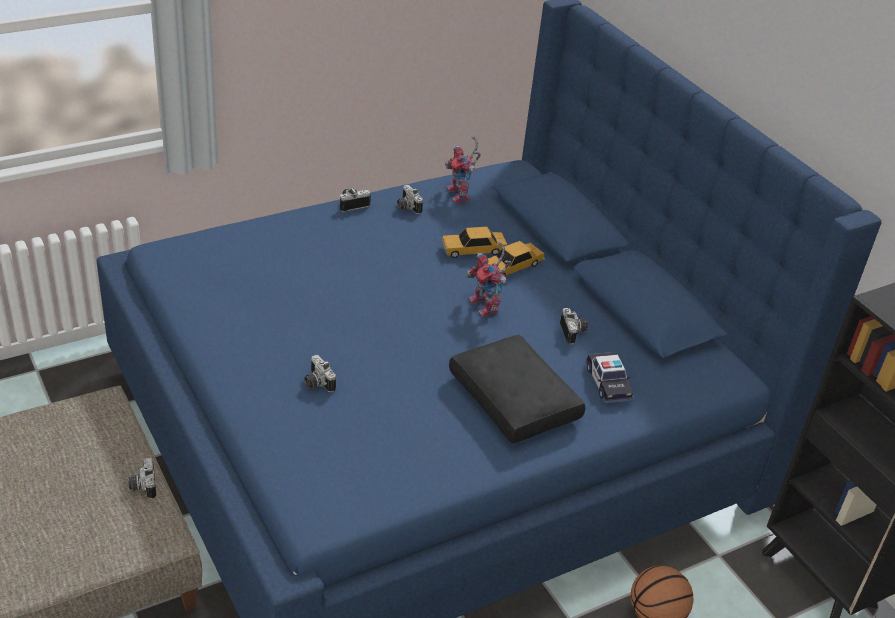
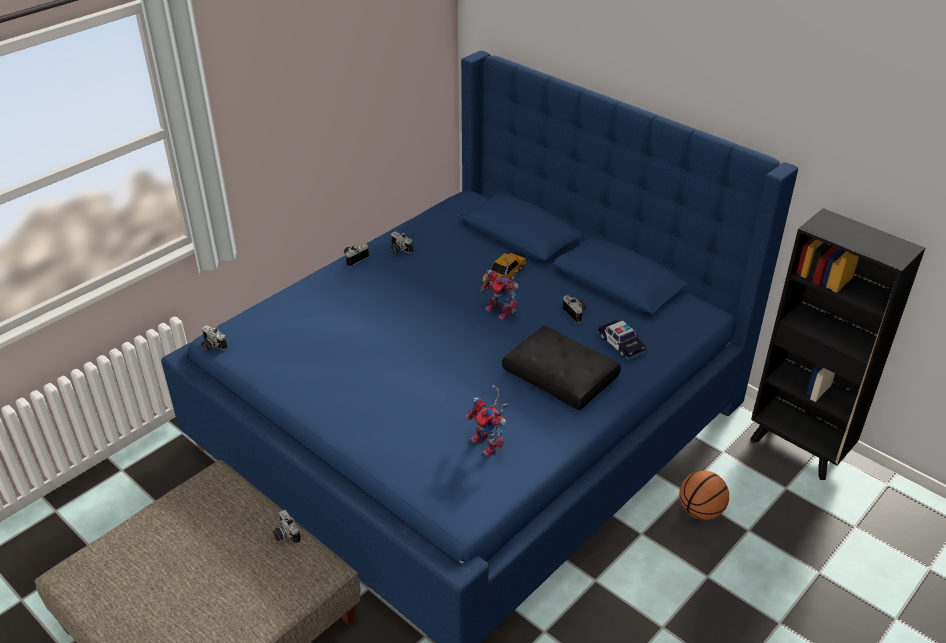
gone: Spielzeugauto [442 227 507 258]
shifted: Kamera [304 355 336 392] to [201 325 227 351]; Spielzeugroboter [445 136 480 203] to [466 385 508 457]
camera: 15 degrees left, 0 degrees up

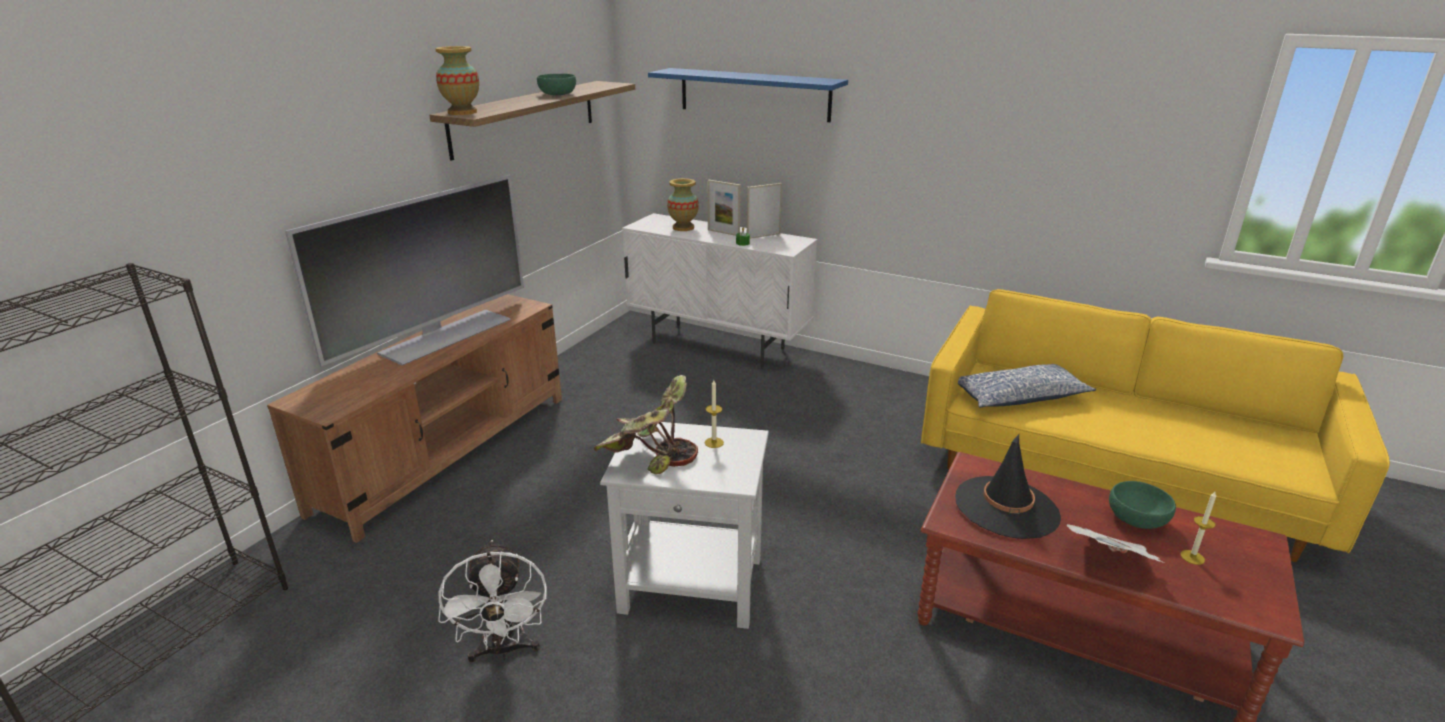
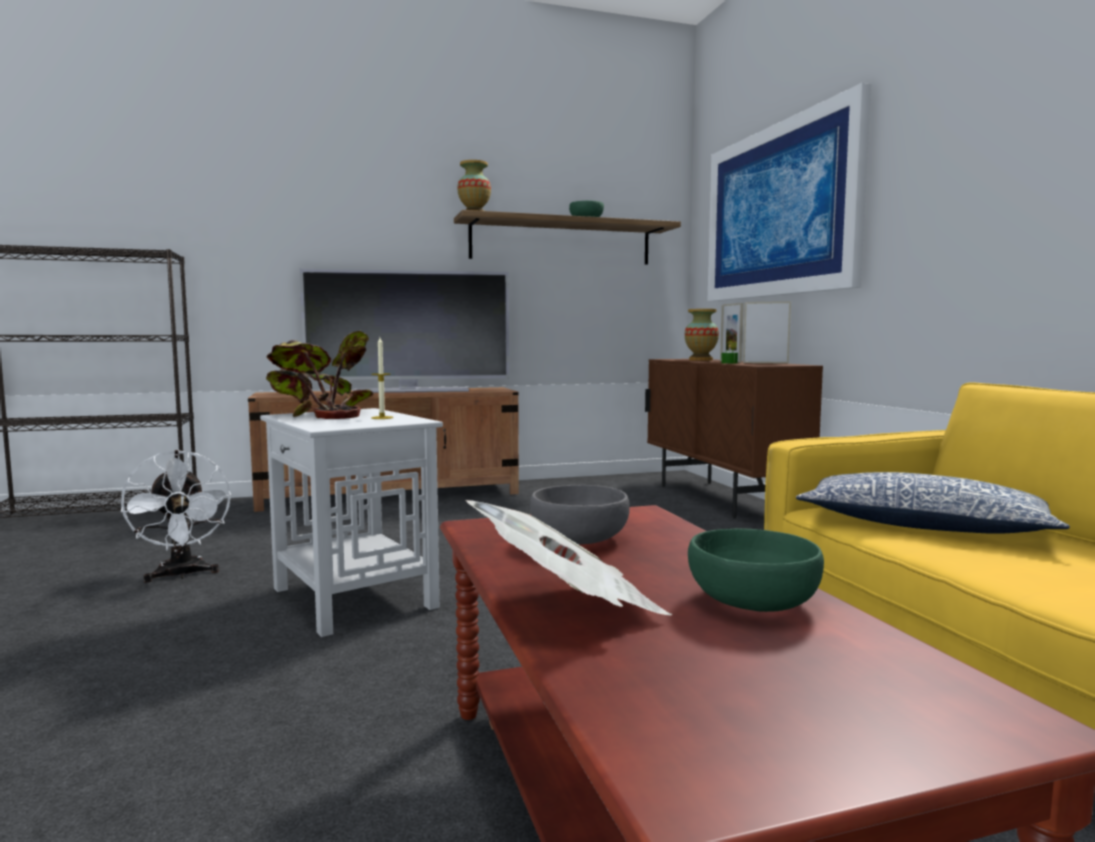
gone: Kerze [1181 492 1216 565]
swapped: Wandregal/blau [648 68 848 122] to Bild [707 83 871 301]; Hut/schwarz [955 434 1061 539] to Schüssel/grau [530 485 630 544]
repainted: Schrank/weiß [622 213 818 369] to Schrank/braun [645 359 823 519]
rotated: Ventilator/weiß [438 540 547 662] = [121 450 231 583] 60 degrees counterclockwise
camera: 45 degrees right, 20 degrees down

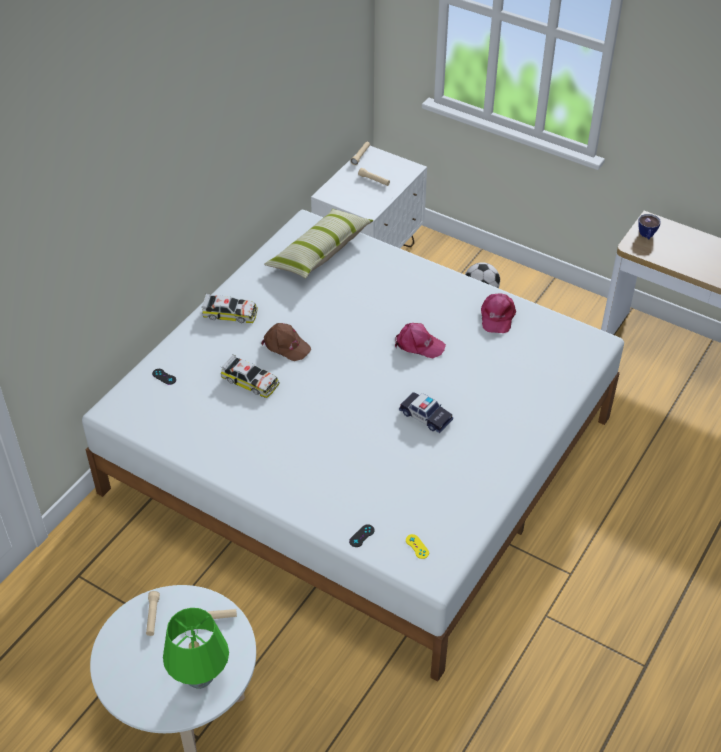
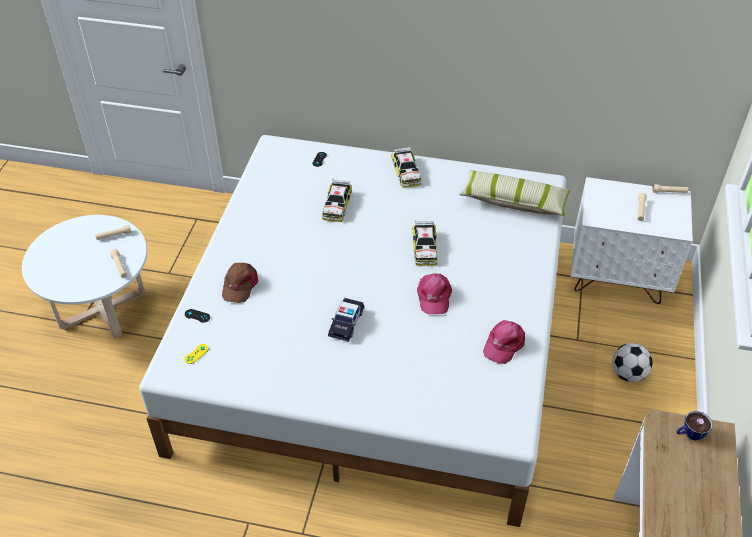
gone: Tischlampe/grün [163 608 229 689]
new: Spielzeugauto [413 220 437 266]
shifted: Kappe/braun [261 323 311 361] to [222 263 258 303]
rotated: Kappe/rosa [481 293 516 333] = [483 320 525 364] 45 degrees counterclockwise
camera: 70 degrees right, 0 degrees up

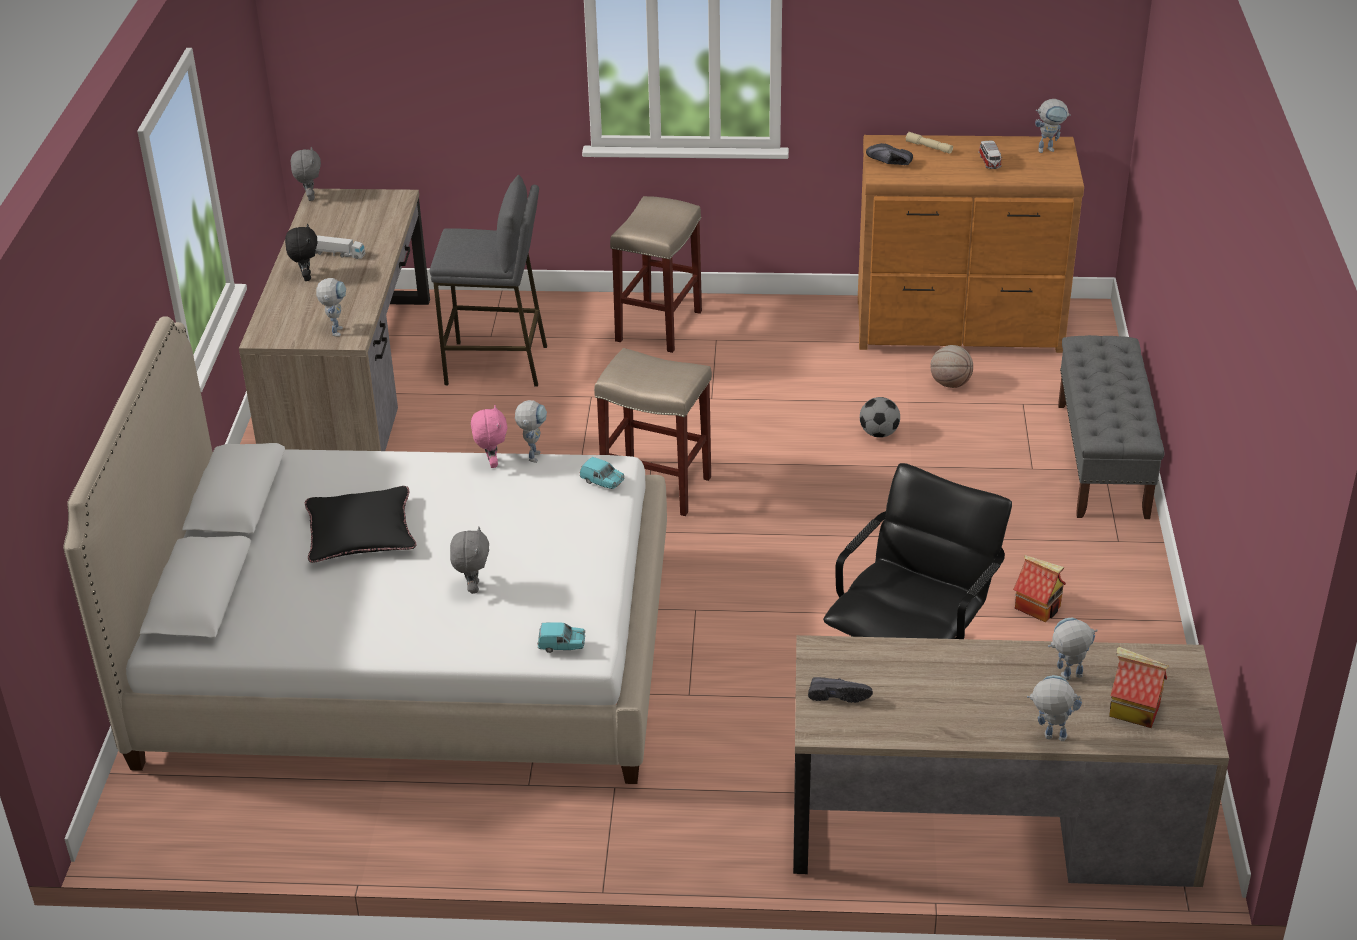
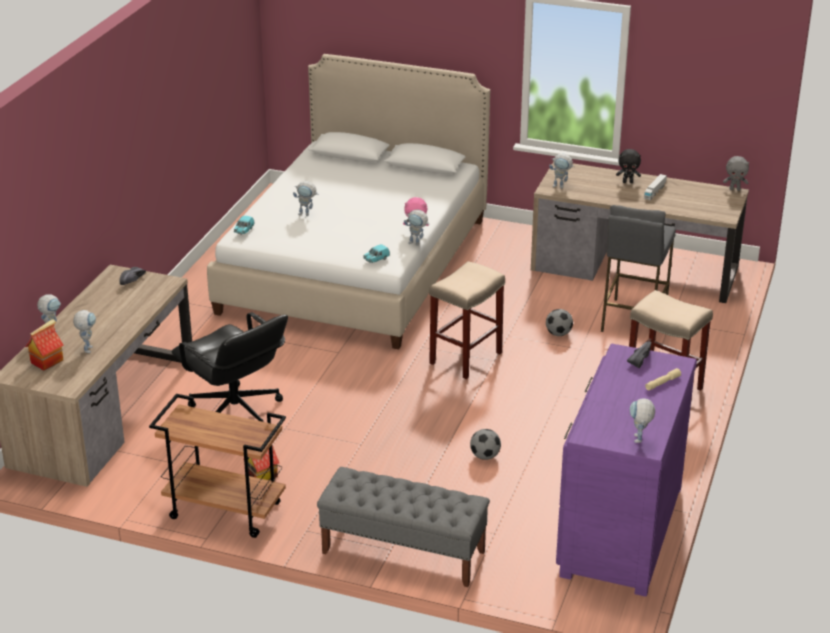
gone: Kissen/schwarz [305 486 416 563]; Basketball [931 345 973 388]; Spielzeugauto [978 140 1002 169]
new: Rollwagen/braun [149 394 286 538]; Fußball [546 309 573 336]
swapped: Plüschtier/grau [450 527 489 594] to Spielzeugroboter [293 181 318 216]
repainted: Kommode/braun [858 135 1084 353] to Kommode/lila [556 343 697 597]
camera: 105 degrees right, 5 degrees down

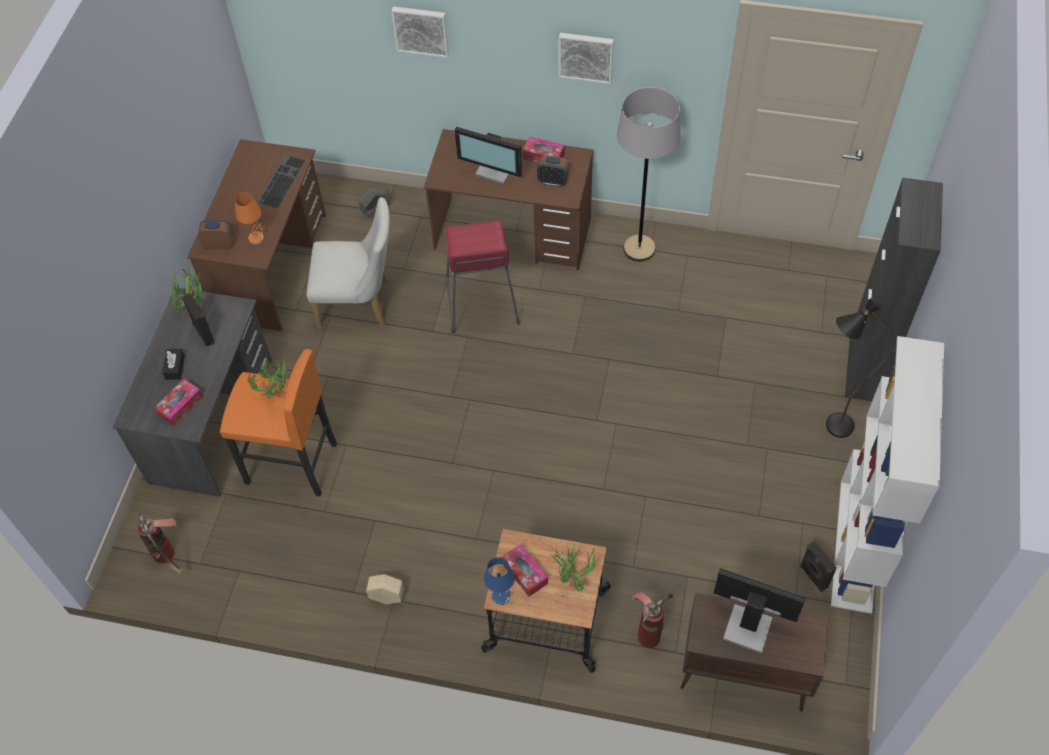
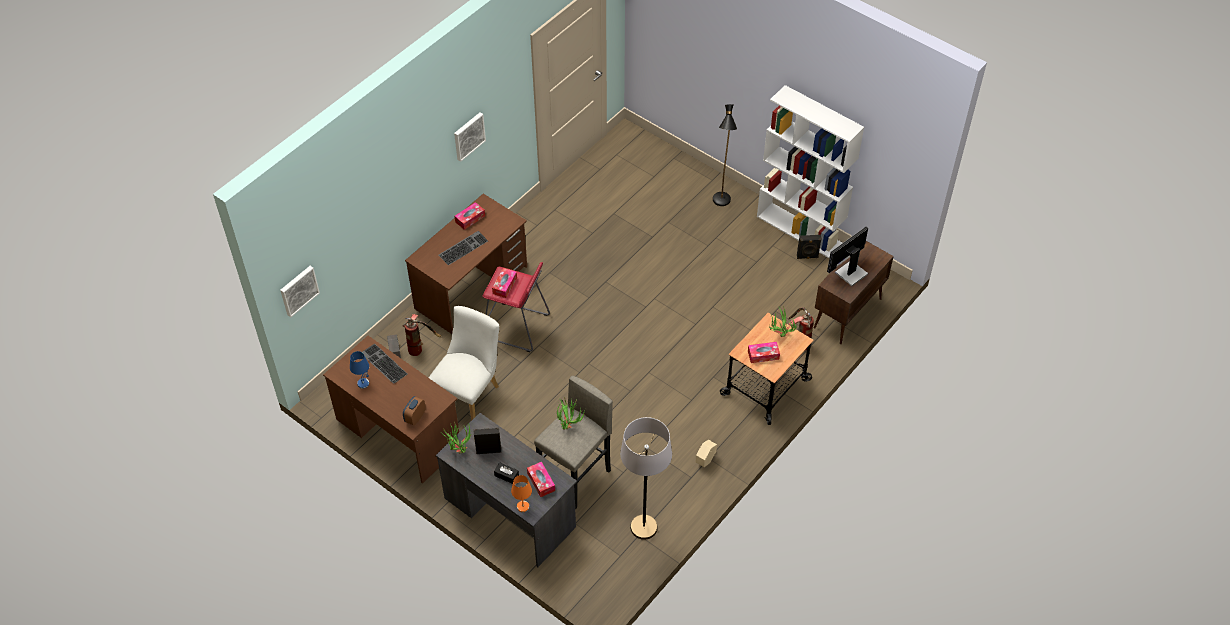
gone: Wecker [537 155 569 187]; Schrank/schwarz [845 178 943 401]
new: Taschentuchbox [492 268 517 298]
shifted: Feuerlöscher [137 513 182 574] to [402 314 441 356]; Tischlampe/orange [235 192 264 244] to [511 475 532 512]; Bild [391 6 449 58] to [280 266 320 317]; Tischlampe/blau [484 557 515 605] to [350 351 369 389]; Stehlampe/grau [617 87 681 262] to [620 417 672 540]
swapped: Monitor [455 126 522 184] to Tastatur [439 231 488 265]
repainted: Hocker/orange [220 349 337 497] to Hocker/grau [534 375 613 509]
camera: 65 degrees left, 5 degrees down

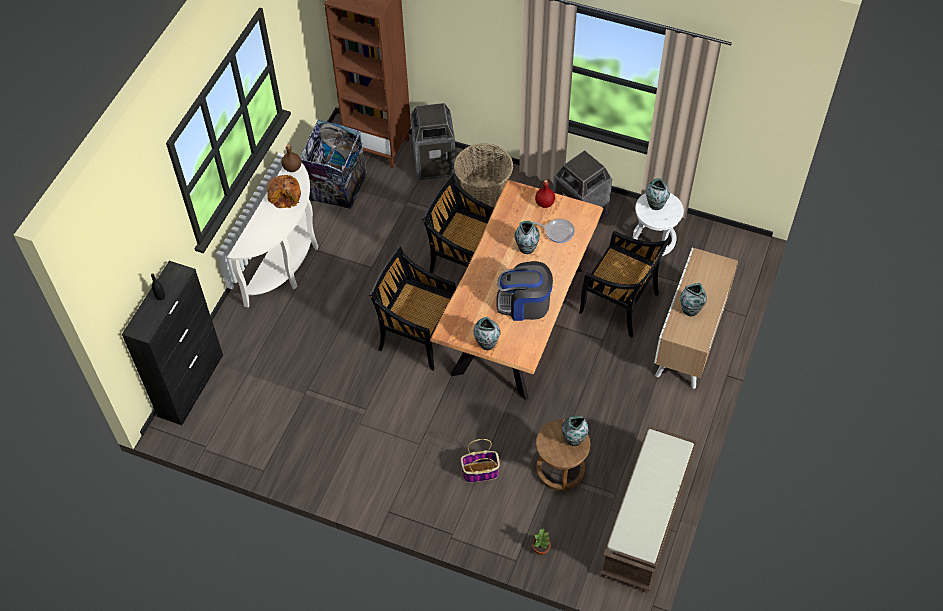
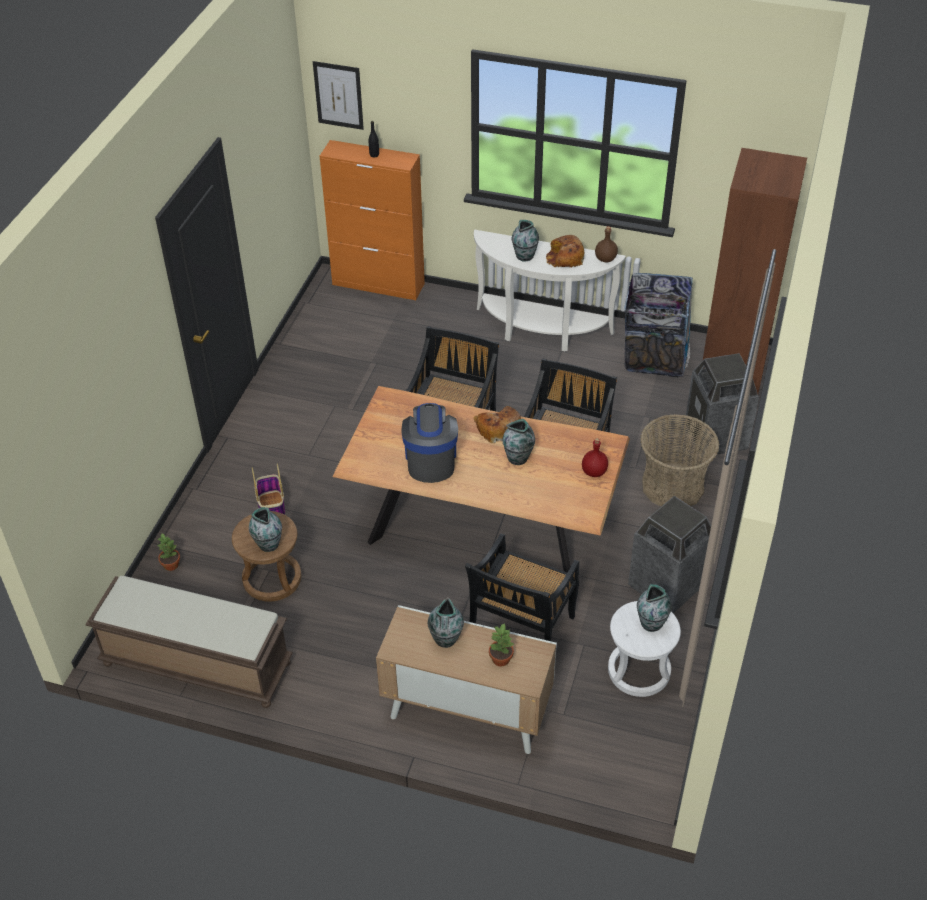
gone: Pfanne [532 219 575 243]
new: Bild [313 61 364 130]; Brot [474 406 521 443]; Topfpflanze [489 623 514 667]
shifted: Vase [473 317 500 350] to [512 220 539 262]
repainted: Schrank/schwarz [122 261 223 425] to Schrank/orange [319 140 425 300]
camera: 85 degrees right, 10 degrees down

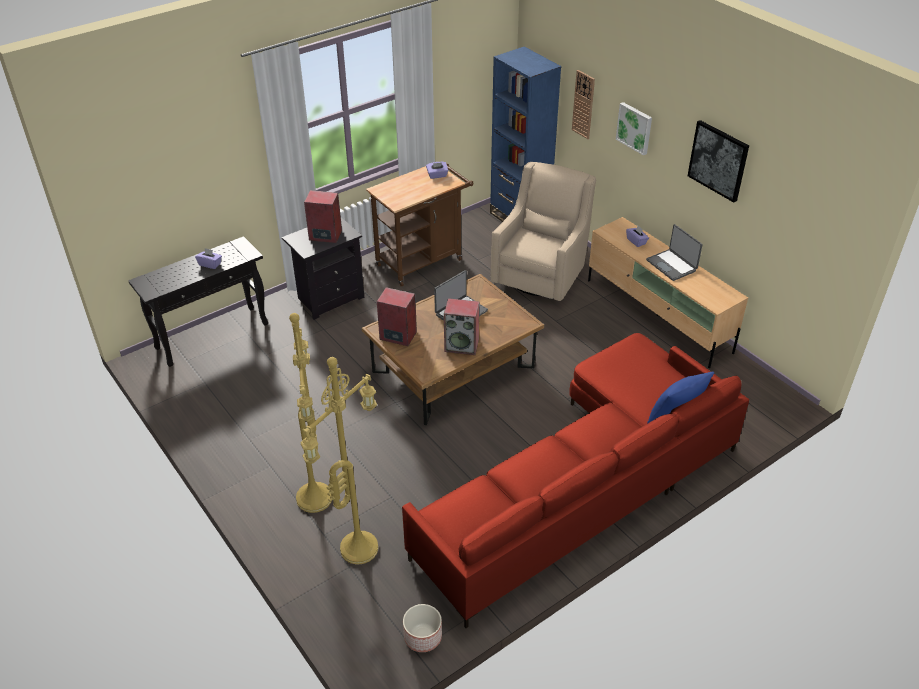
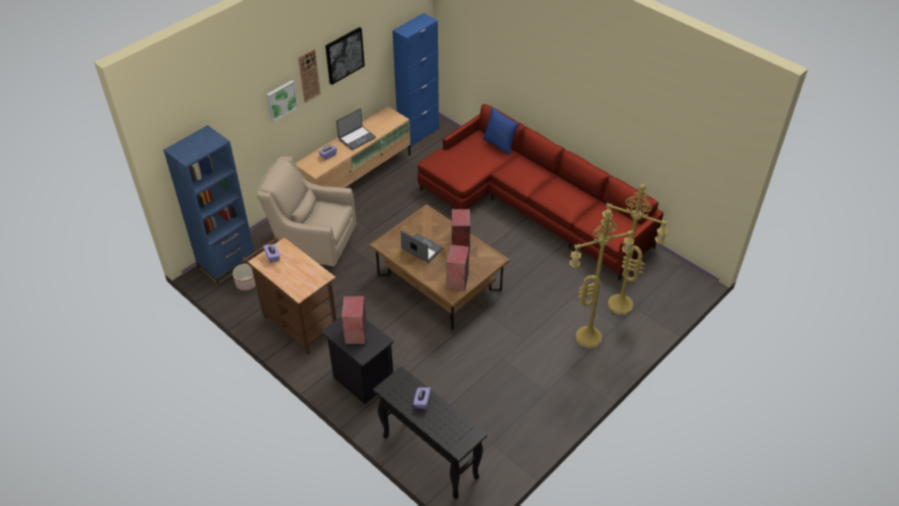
new: Schrank/blau [392 13 439 147]
shifted: Pflanzkübel [403 604 442 652] to [233 264 256 291]; Wanduhr [572 70 595 139] to [298 49 321 103]
camera: 100 degrees left, 5 degrees up

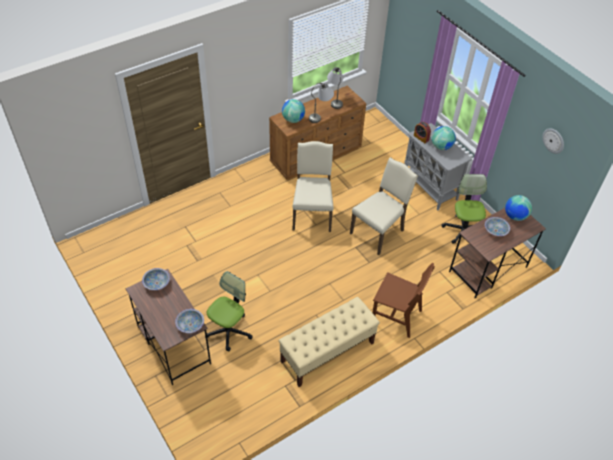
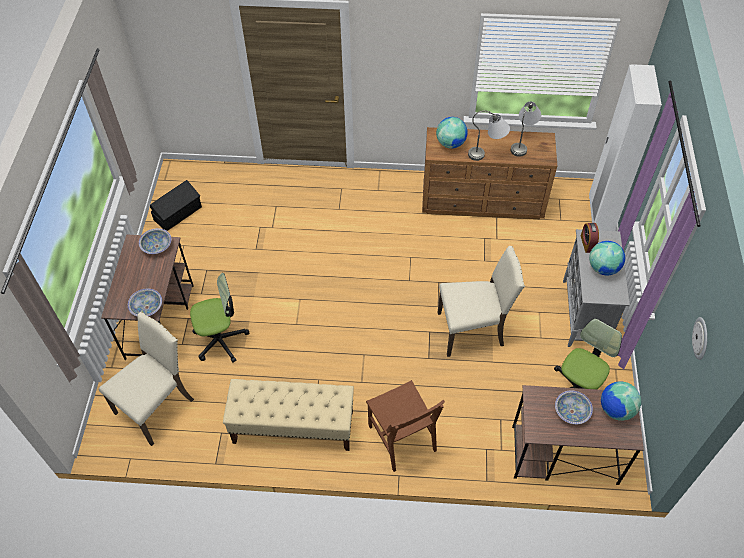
new: Aufbewahrungsbox/schwarz [150 180 202 231]; Kleiderschrank/weiß [589 64 662 231]
shifted: Stuhl/beige [293 141 334 232] to [99 312 194 446]
camera: 40 degrees right, 5 degrees up

